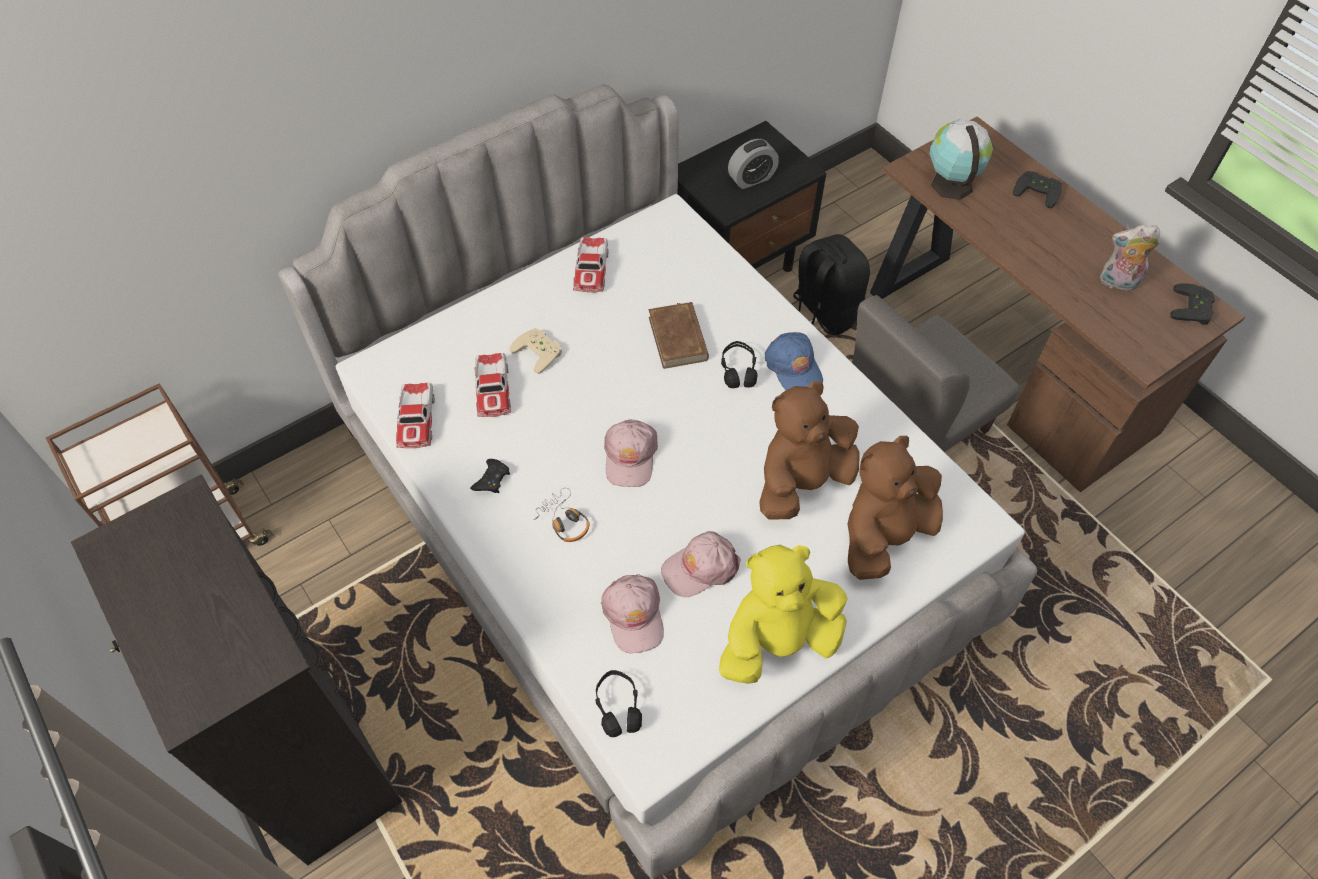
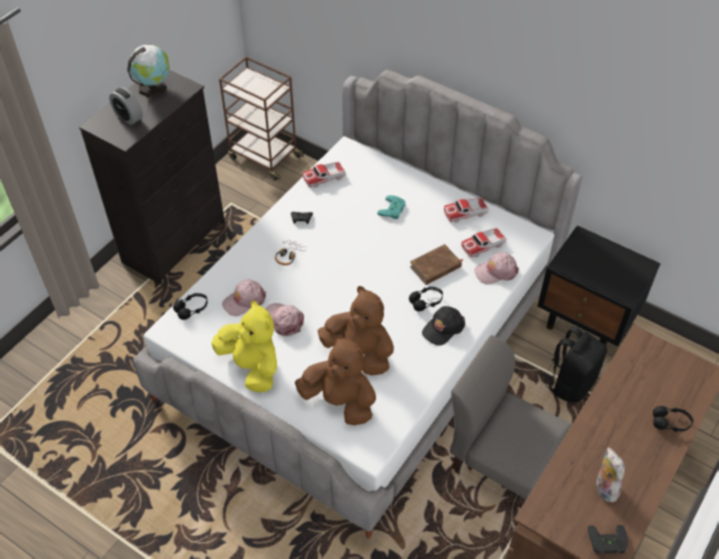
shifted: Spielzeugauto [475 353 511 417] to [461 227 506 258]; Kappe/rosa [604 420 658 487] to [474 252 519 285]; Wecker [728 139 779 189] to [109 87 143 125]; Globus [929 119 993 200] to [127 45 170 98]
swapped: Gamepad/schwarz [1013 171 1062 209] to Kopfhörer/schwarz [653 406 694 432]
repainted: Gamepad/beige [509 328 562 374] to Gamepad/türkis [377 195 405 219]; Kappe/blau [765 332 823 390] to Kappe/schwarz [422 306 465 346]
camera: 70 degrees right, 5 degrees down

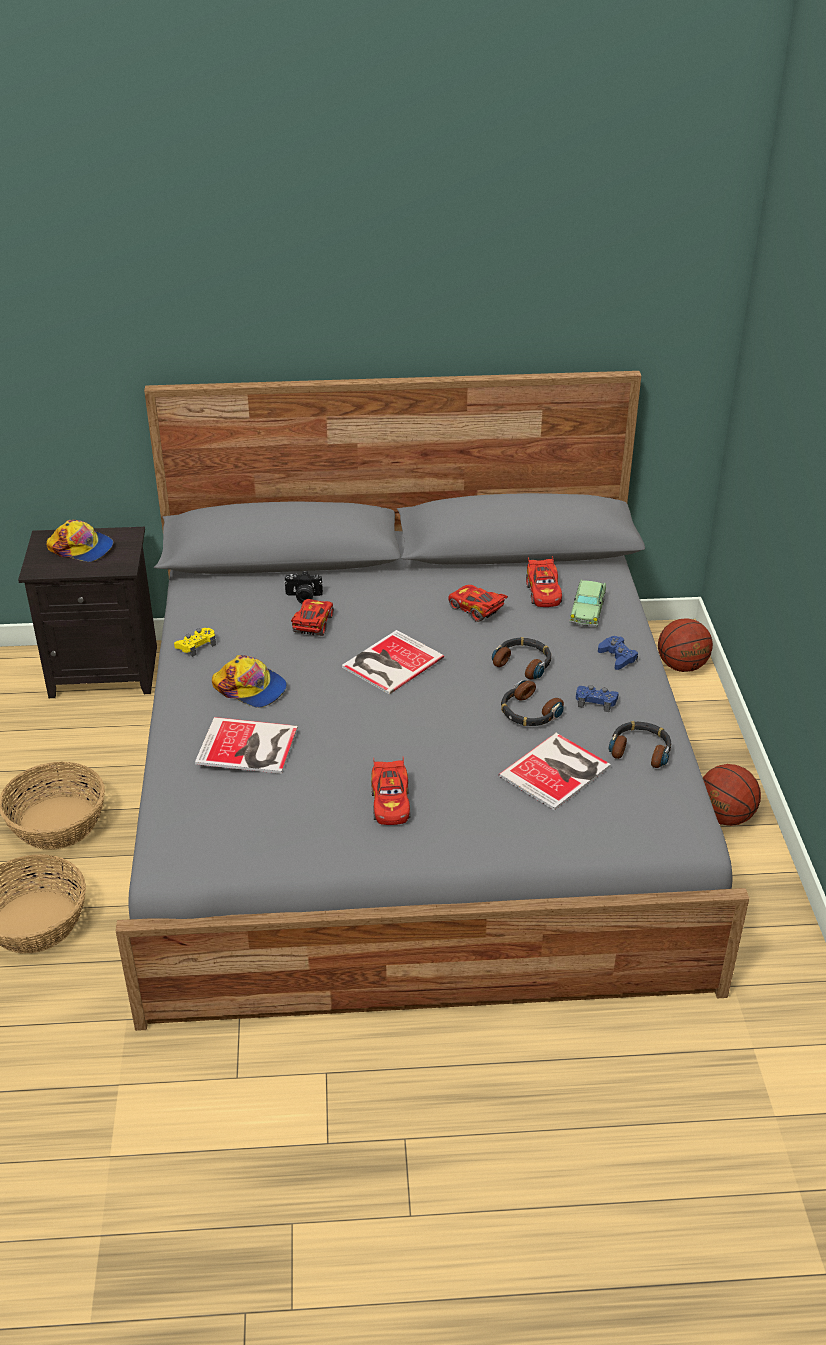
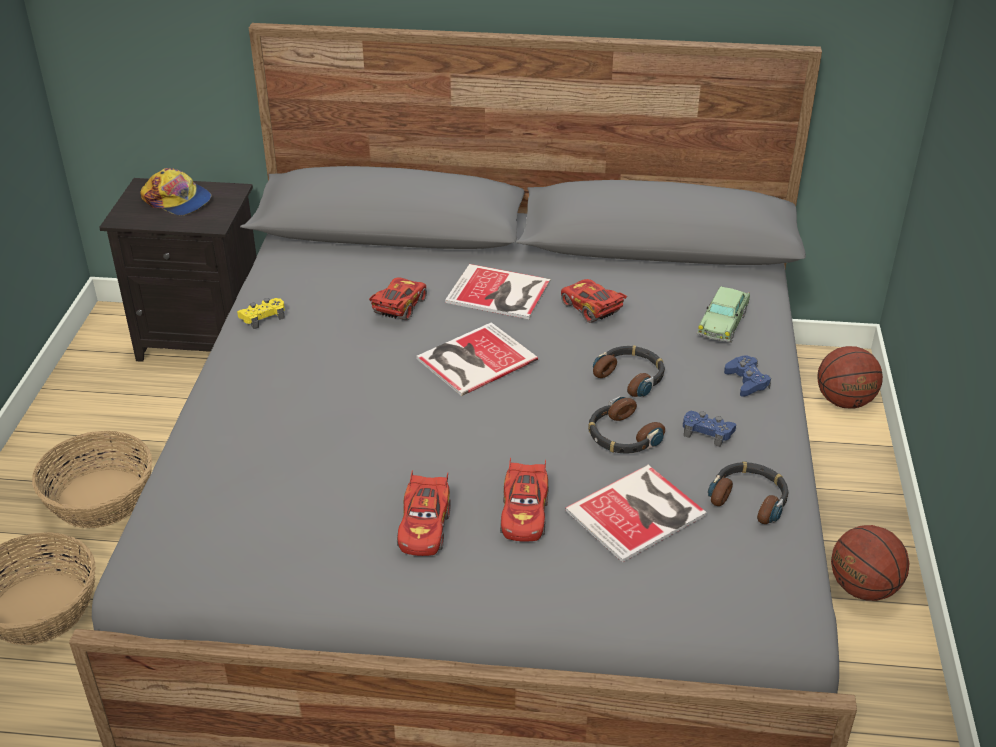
gone: Kappe [212 655 287 708]; Kamera [284 571 323 603]
shifted: Buch [195 717 298 774] to [445 264 551 319]; Spielzeugauto/rot [526 556 562 607] to [500 458 549 542]
camera: 10 degrees right, 0 degrees up

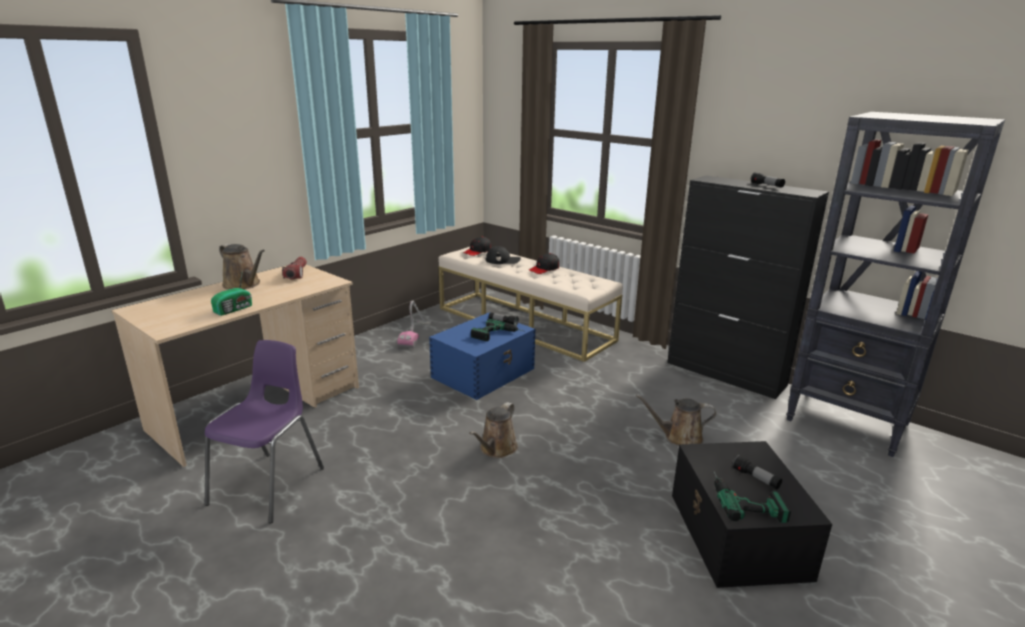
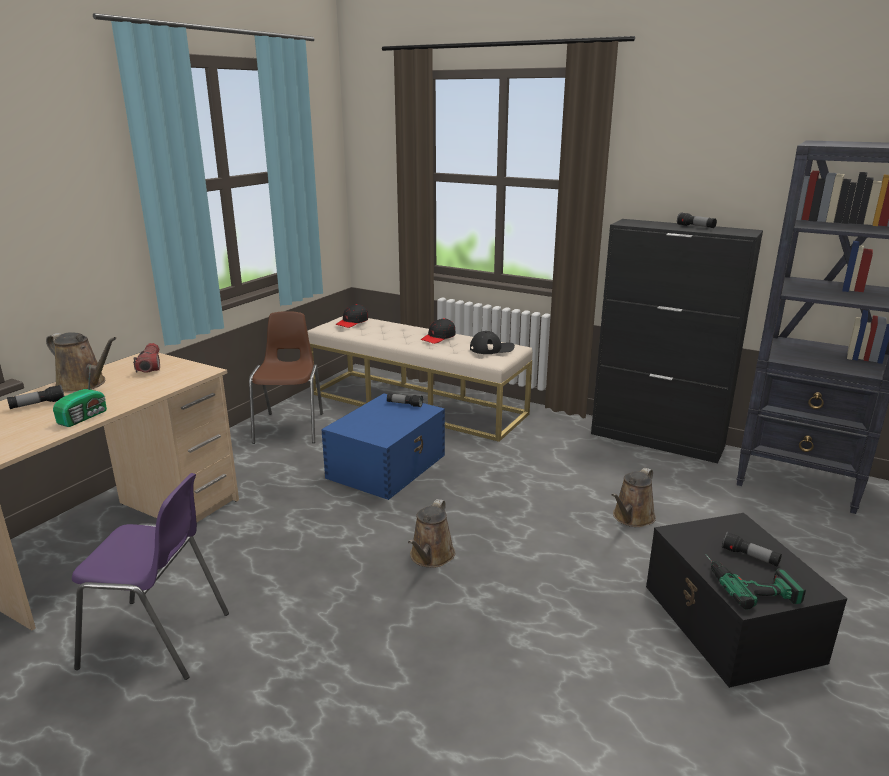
gone: Bohrmaschine [471 319 523 341]
new: Taschenlampe [7 385 64 409]
shifted: Kappe/schwarz [485 246 521 264] to [470 331 515 354]
swapped: Staubsauger [397 300 432 348] to Stuhl/braun [249 311 323 444]
rotated: Stuhl/lila [205 340 324 523] = [72 473 229 680] 90 degrees clockwise; Gießkanne/braun [636 394 717 446] = [611 468 656 527] 45 degrees counterclockwise
camera: 10 degrees left, 0 degrees up

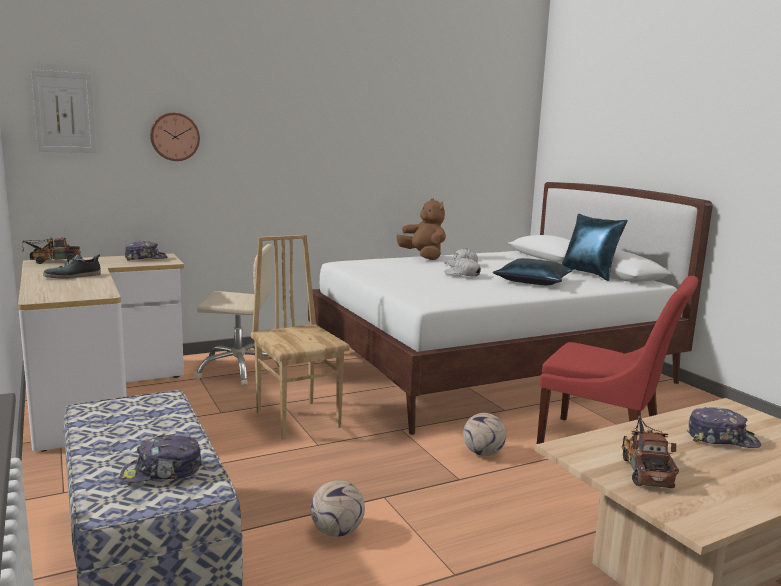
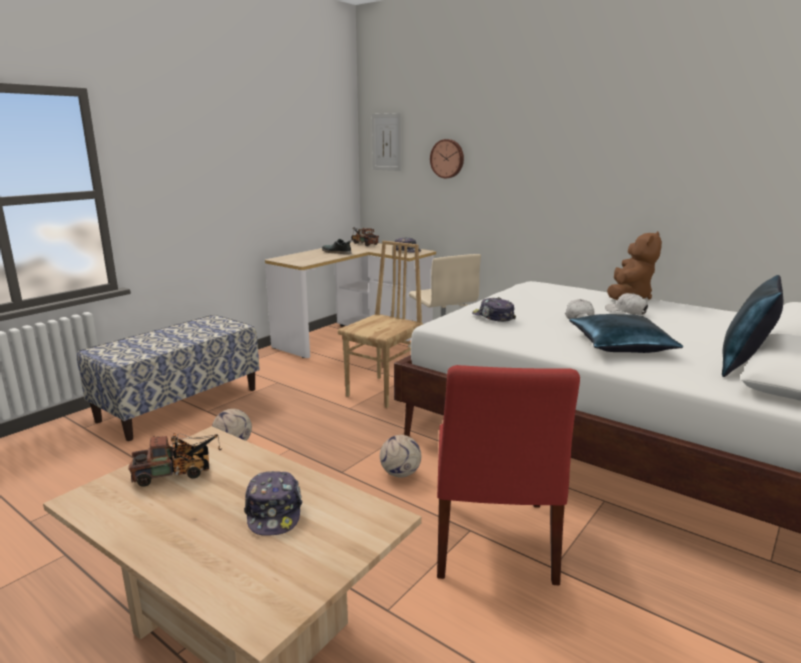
shifted: Kappe [120 435 202 483] to [472 297 516 322]
camera: 65 degrees right, 5 degrees up

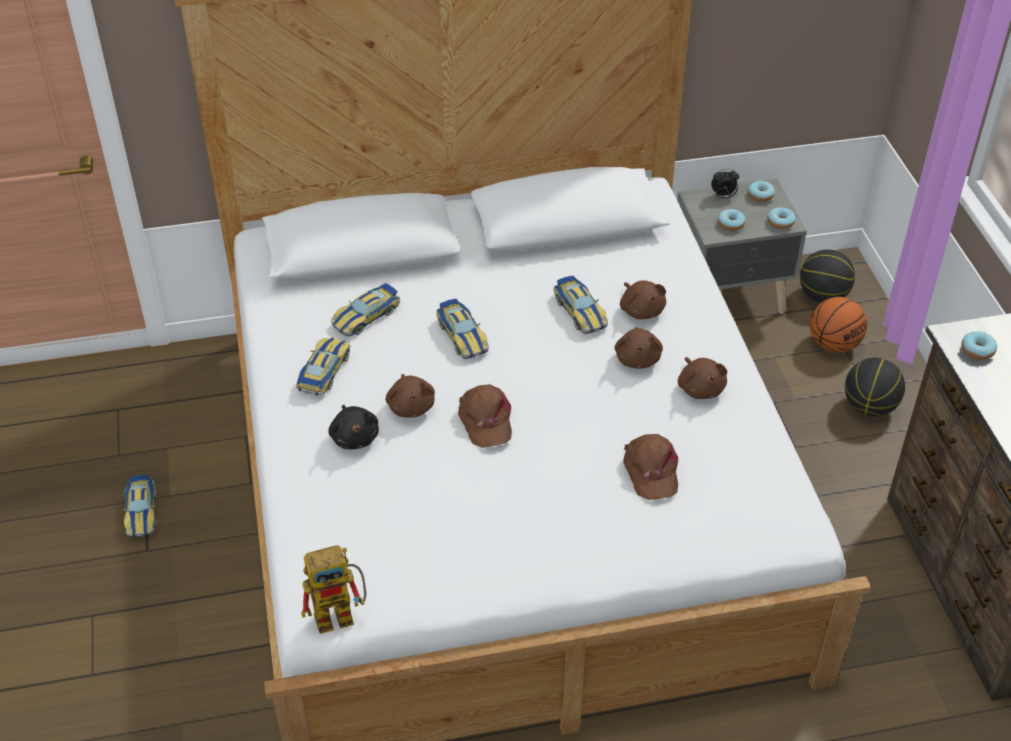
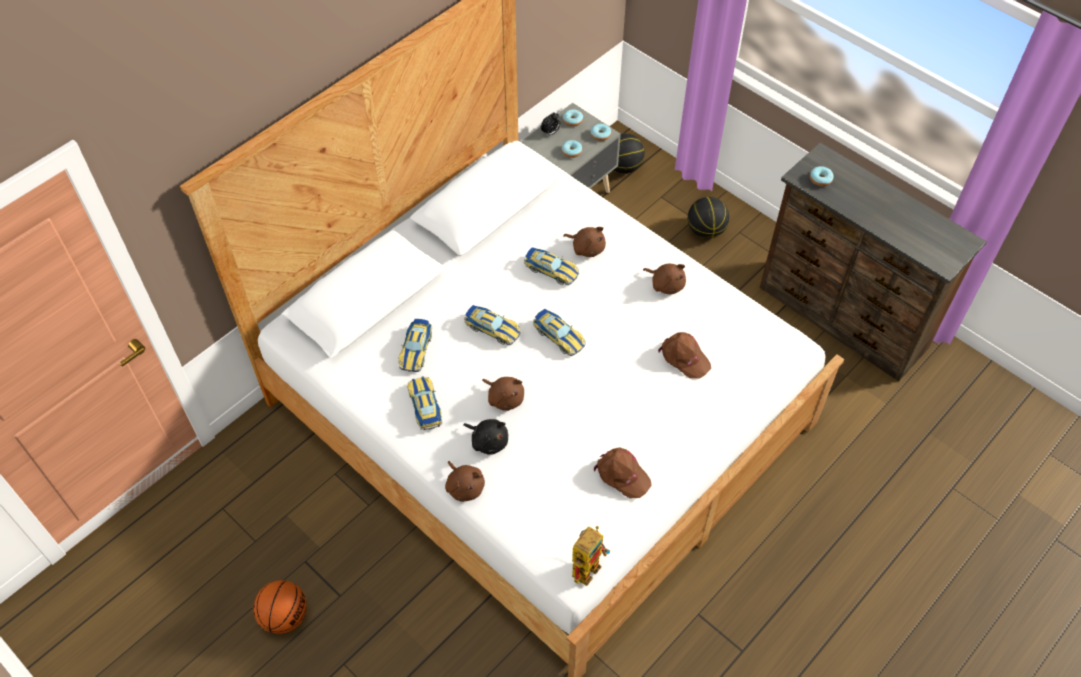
shifted: Spielzeugauto [123 475 156 537] to [533 309 586 356]; Kappe/braun [458 384 512 448] to [594 447 652 498]; Plüschtier/braun [615 327 663 369] to [445 461 485 502]; Basketball [810 297 867 353] to [253 580 307 634]
camera: 35 degrees left, 10 degrees up

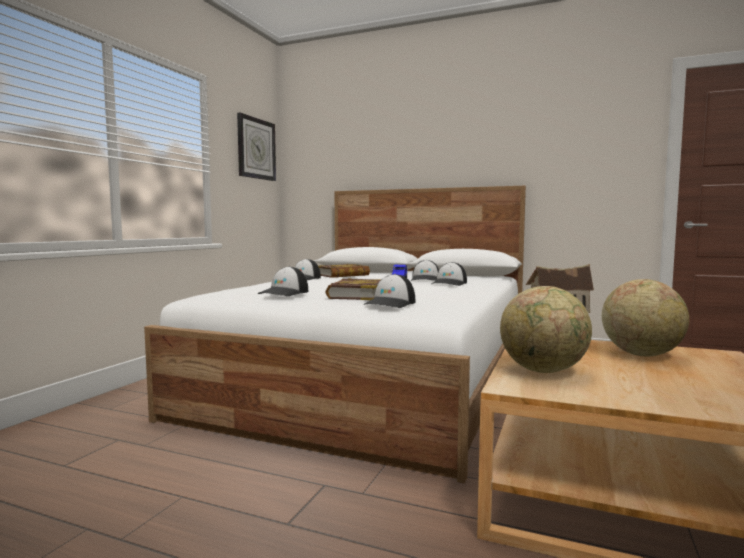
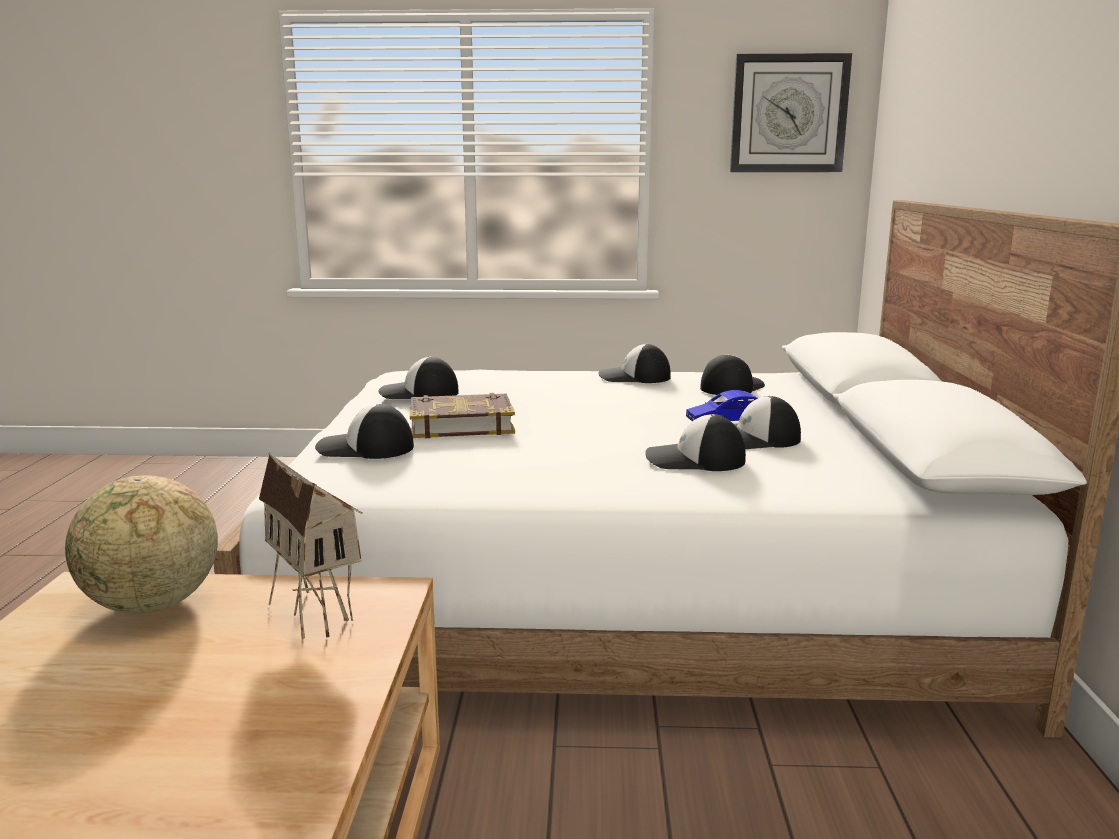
gone: Globus [602 279 689 356]
swapped: Buch [318 264 370 278] to Kappe [700 354 765 395]
camera: 70 degrees right, 10 degrees up

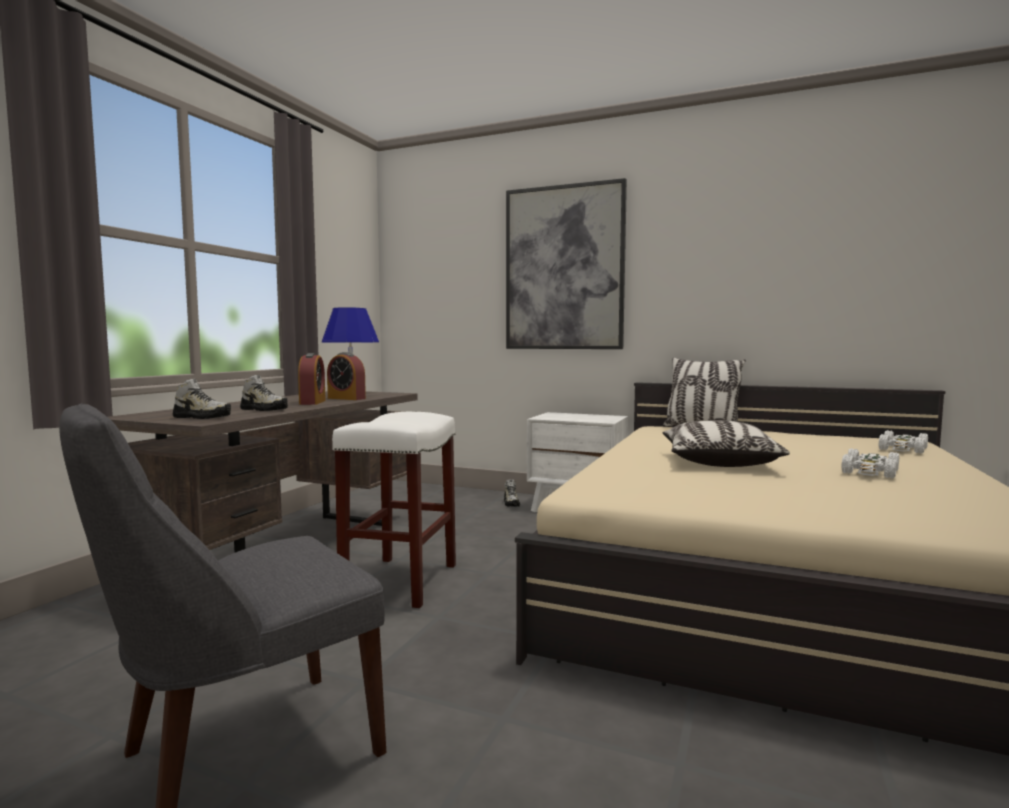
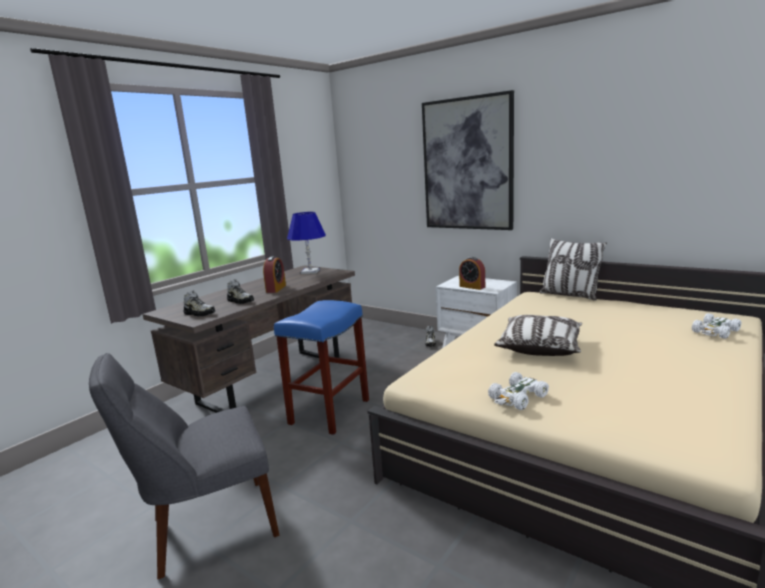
shifted: Wecker [327 352 366 400] to [459 257 485 290]; Spielzeugauto/weiß [841 448 899 478] to [488 372 549 410]
repainted: Hocker/weiß [332 412 456 608] to Hocker/blau [274 300 369 435]
camera: 15 degrees right, 10 degrees up

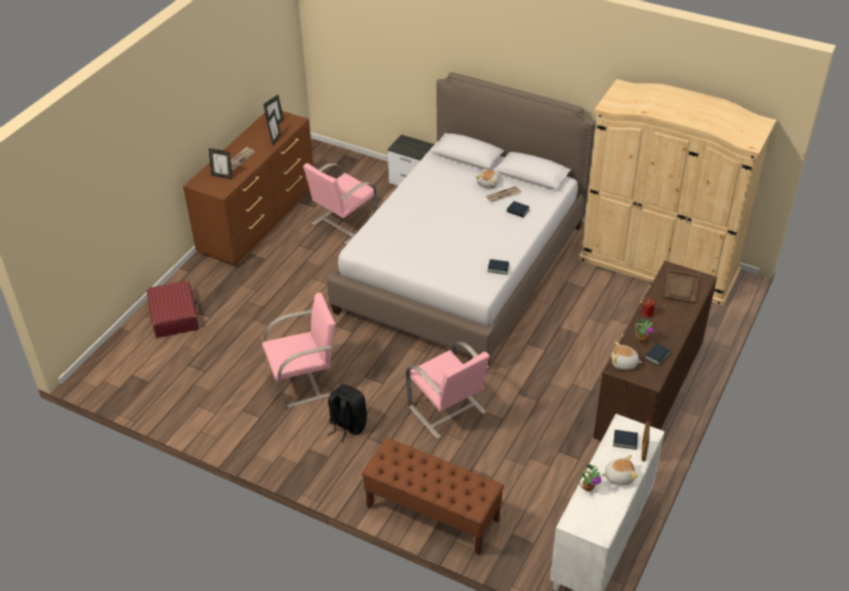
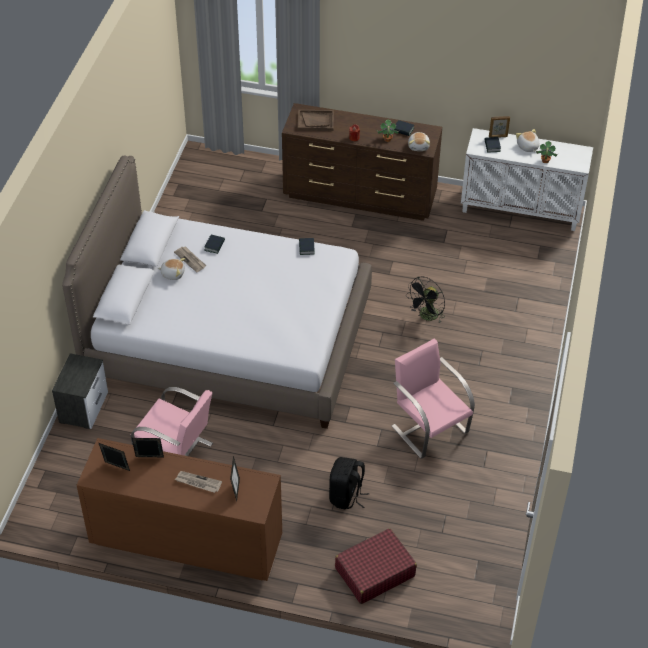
gone: Bank/braun [362 438 504 555]; Kleiderschrank/beige [578 79 777 306]
shifted: Rucksack/schwarz [328 384 367 442] to [329 457 369 509]
swapped: Stuhl/rosa [406 341 490 439] to Ventilator/schwarz [407 276 445 323]
camera: 105 degrees left, 5 degrees up

